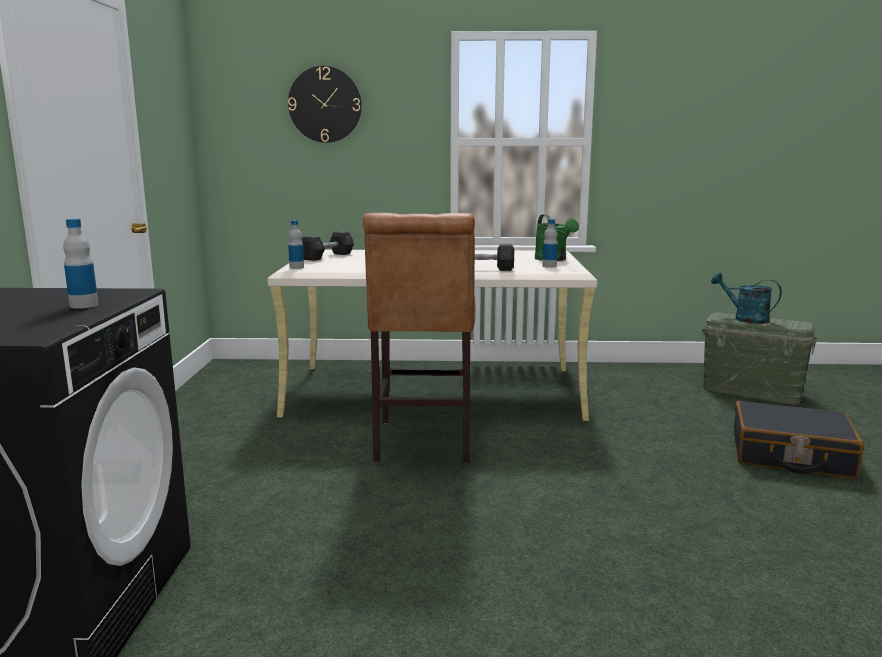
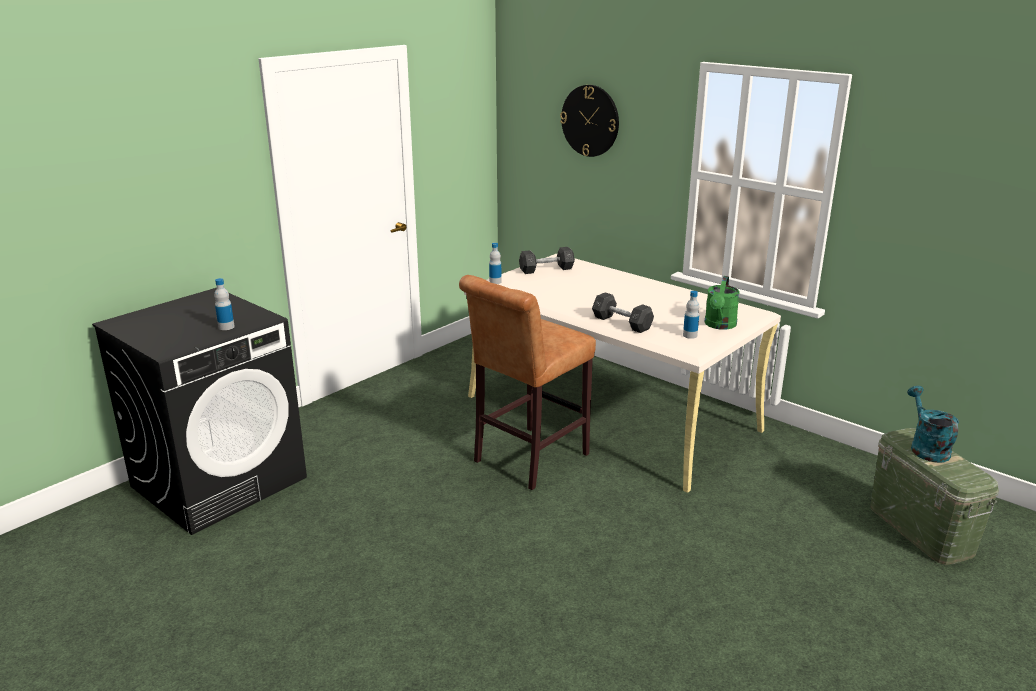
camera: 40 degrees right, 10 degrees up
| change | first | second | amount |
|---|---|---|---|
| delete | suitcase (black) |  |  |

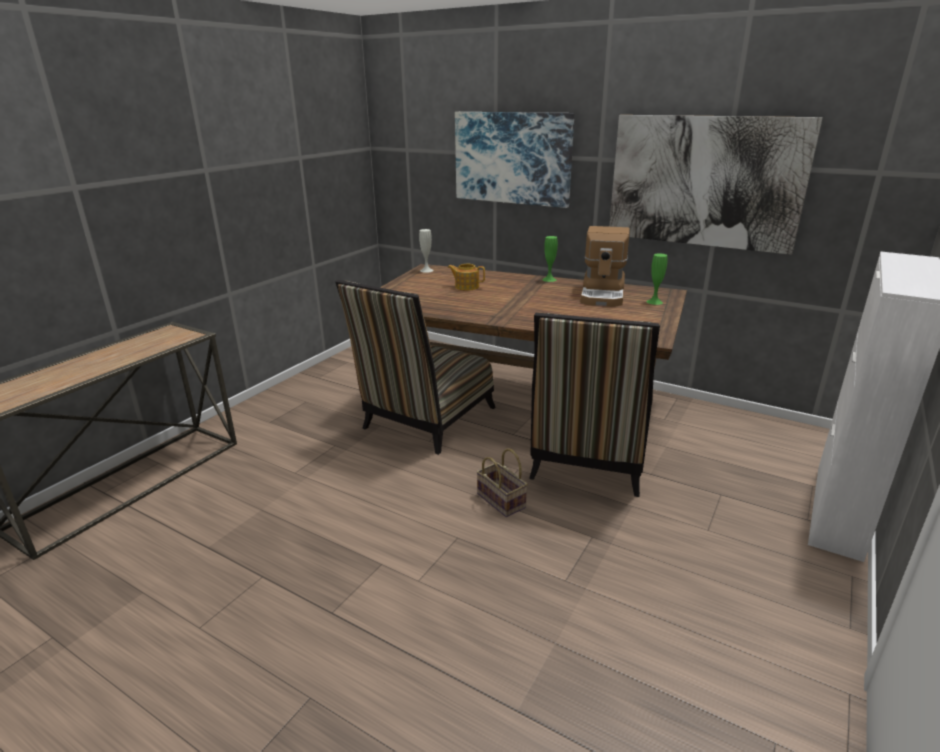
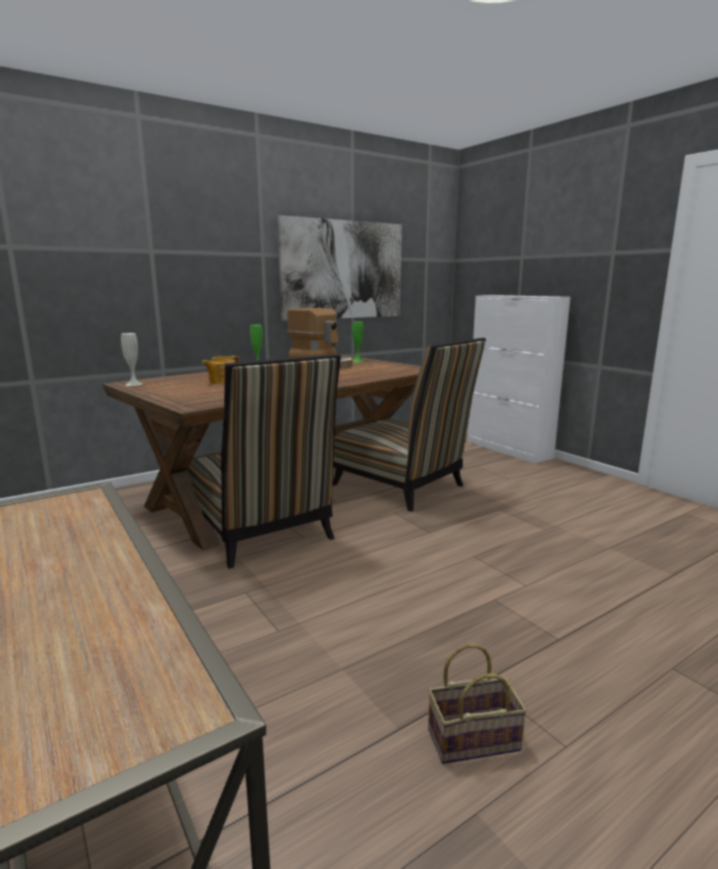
camera: 65 degrees left, 10 degrees down
| change | first | second | amount |
|---|---|---|---|
| delete | picture (1st from left) |  |  |
| move | basket |  |  |

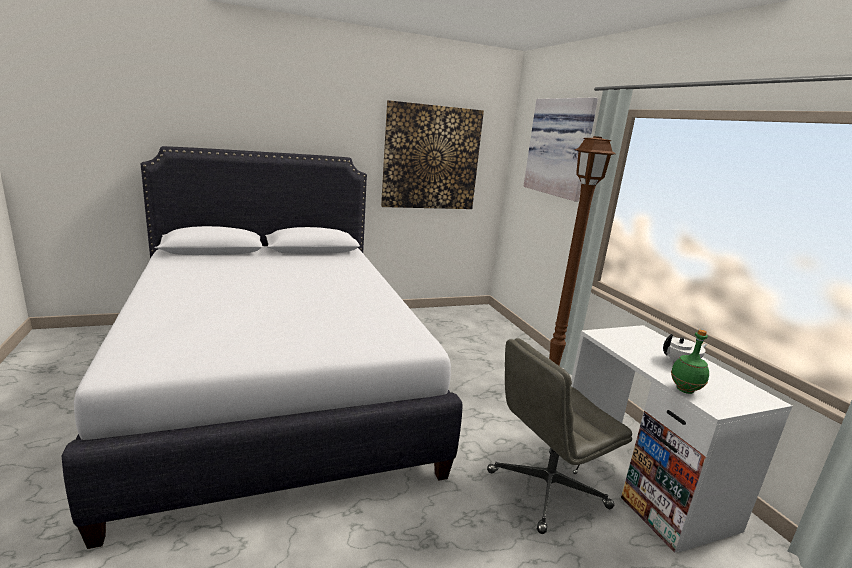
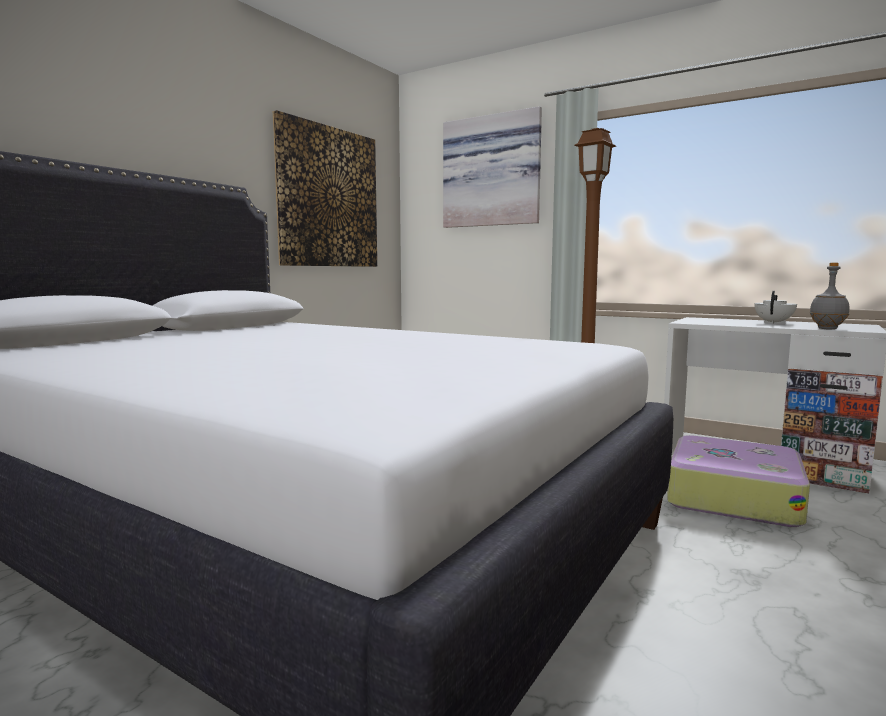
camera: 35 degrees left, 10 degrees down
| change | first | second | amount |
|---|---|---|---|
| recolor | bottle (green) | bottle (grey) |  |
| replace | office chair (grey) | suitcase |  |

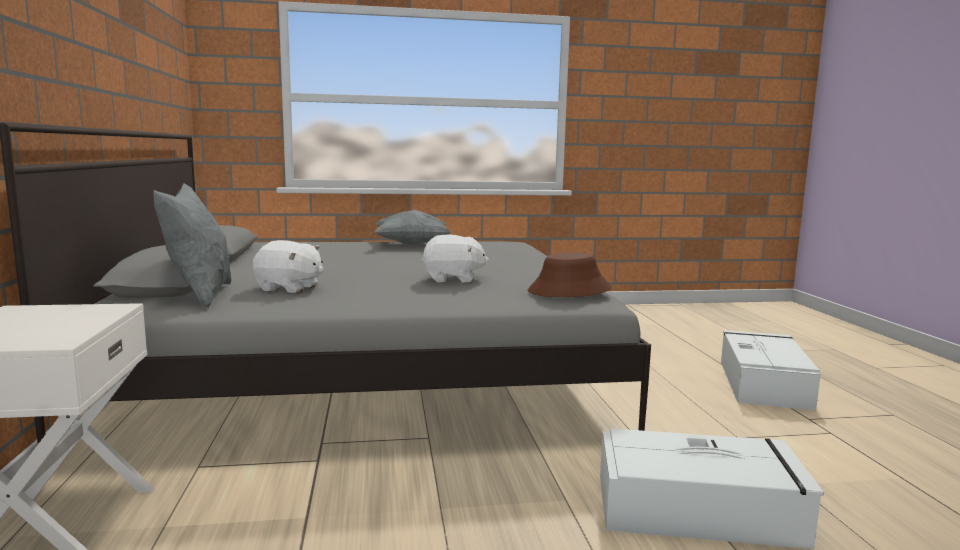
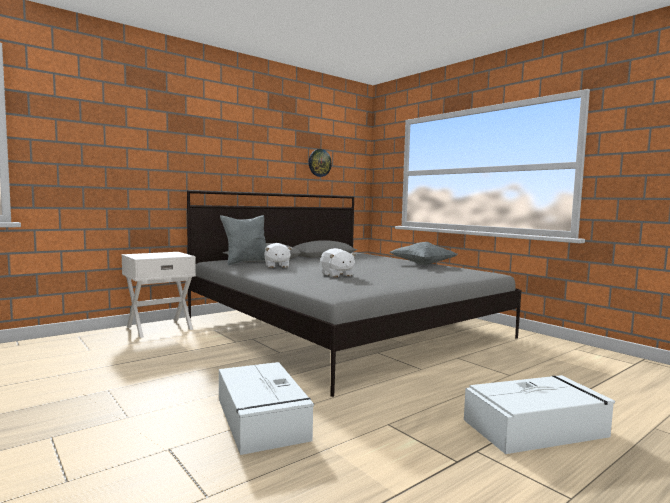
camera: 60 degrees right, 5 degrees down
| change | first | second | amount |
|---|---|---|---|
| delete | hat (brown) |  |  |
| insert |  | wall clock |  |

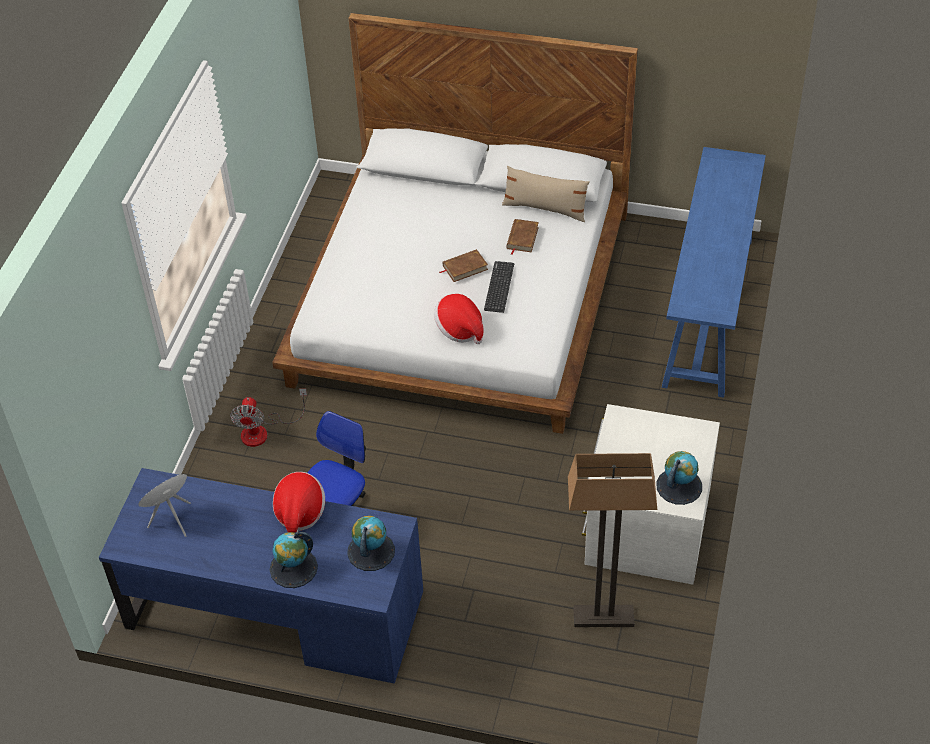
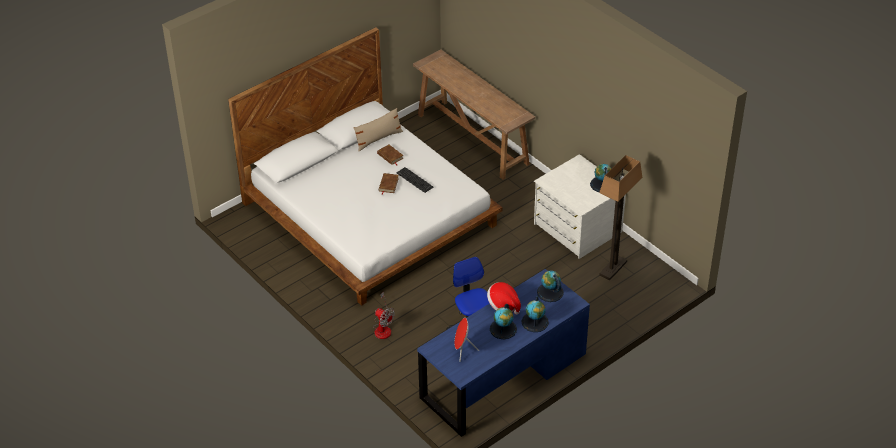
camera: 55 degrees left, 5 degrees down
| change | first | second | amount |
|---|---|---|---|
| recolor | console table (blue) | console table (brown) |  |
| delete | hat (2nd from left) |  |  |
| insert |  | globe (1st from left) |  |

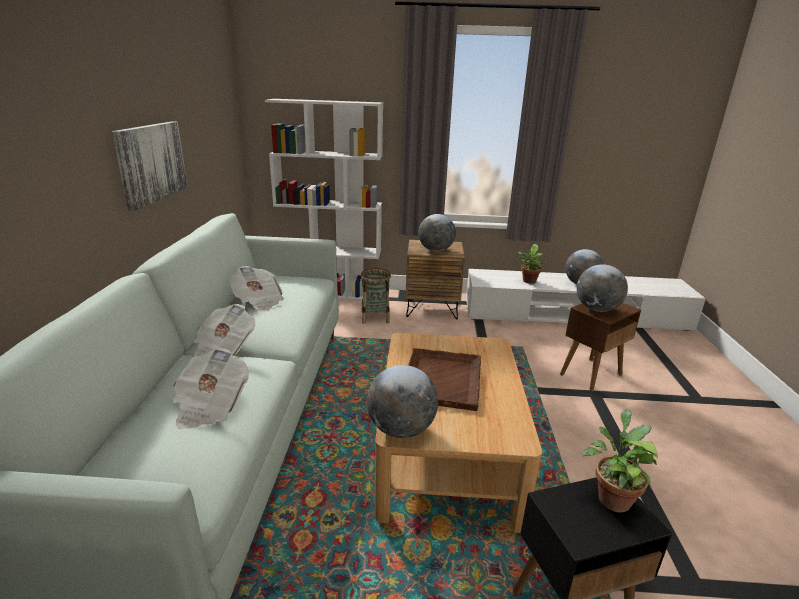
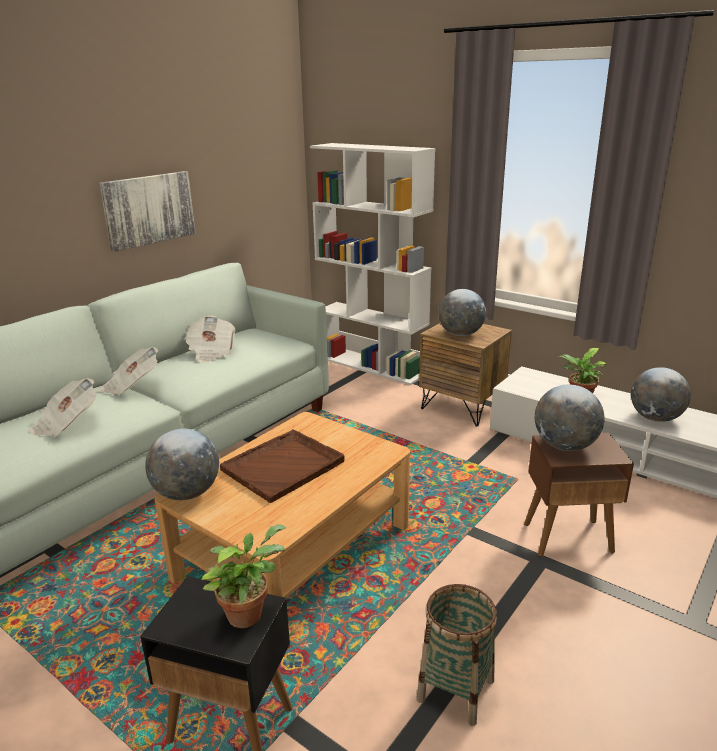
camera: 35 degrees right, 0 degrees up
| change | first | second | amount |
|---|---|---|---|
| move | basket |  |  |

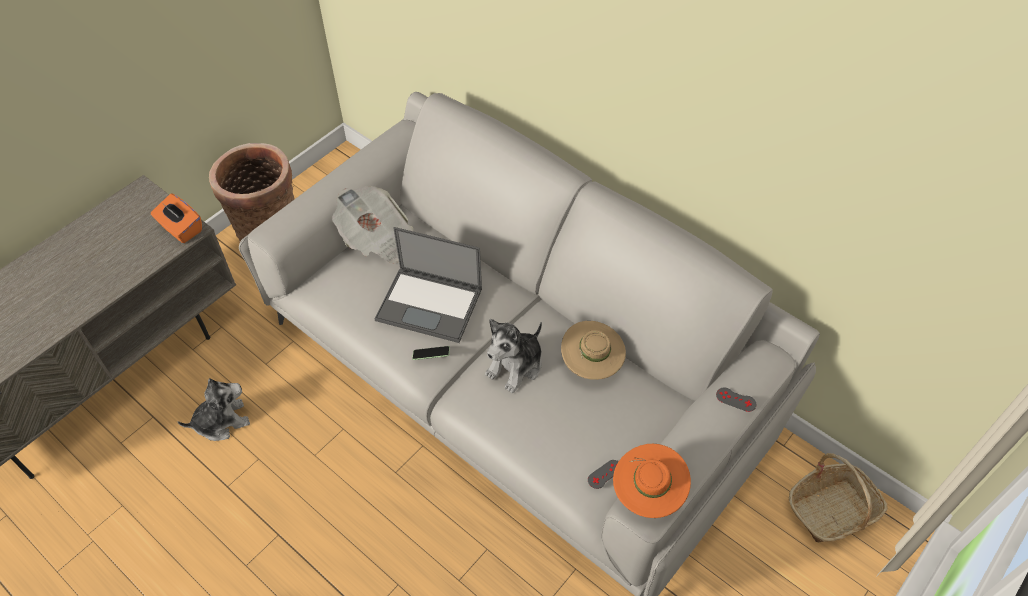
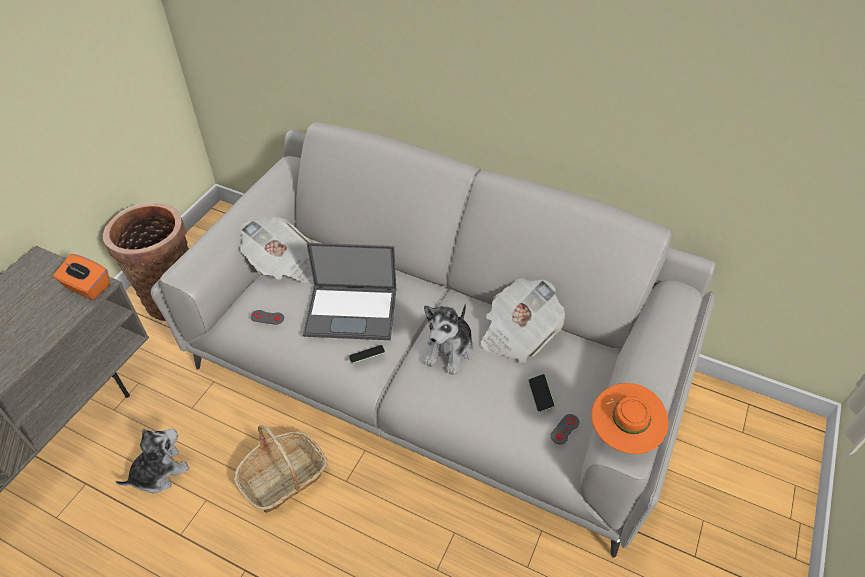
camera: 15 degrees left, 5 degrees down
| change | first | second | amount |
|---|---|---|---|
| replace | hat (beige) | newspaper (2nd from left) |  |
| move | game controller (grey) (2nd from left in the first image) | game controller (grey) (1st from left) |  |
| move | basket (2nd from left) |  |  |
| insert |  | phone (2nd from left) |  |

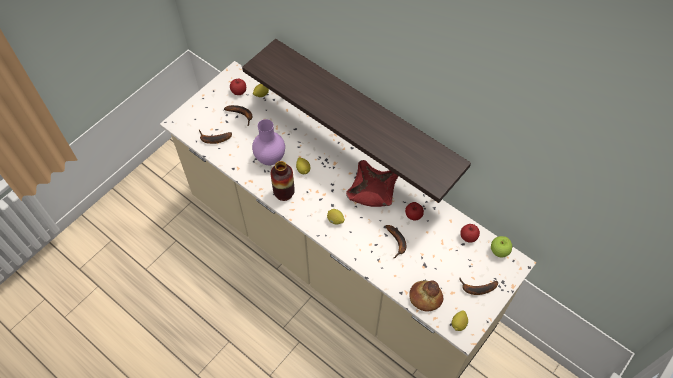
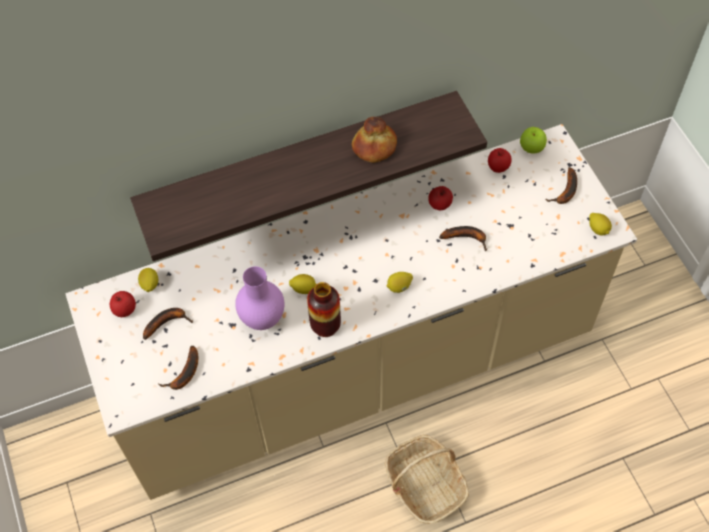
camera: 60 degrees left, 0 degrees up
| change | first | second | amount |
|---|---|---|---|
| delete | bowl (red) |  |  |
| move | bread |  |  |
| insert |  | basket |  |

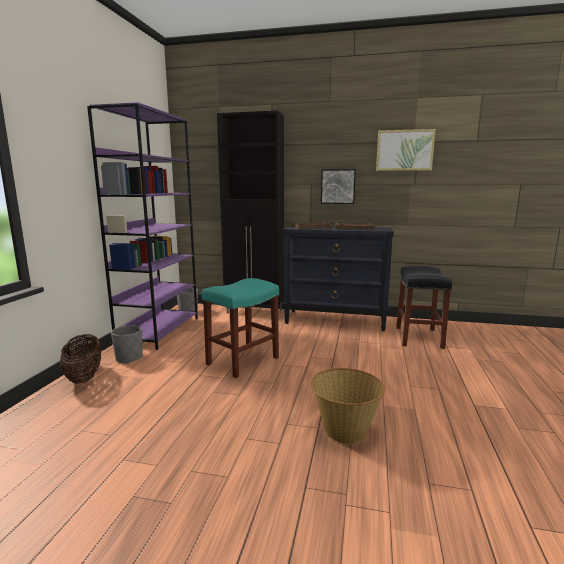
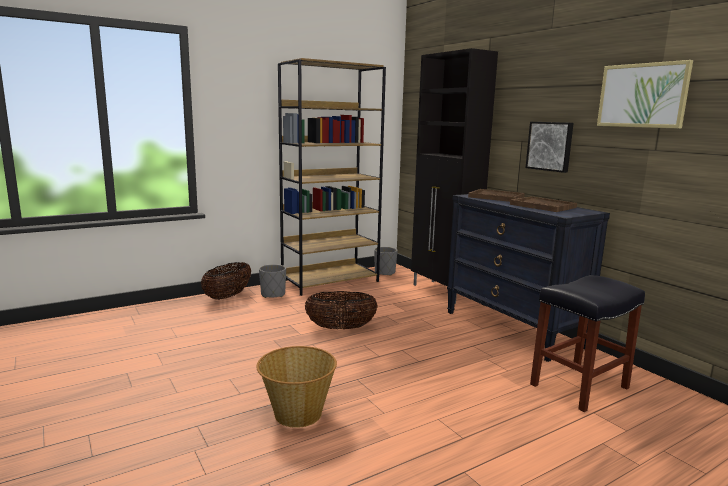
camera: 45 degrees right, 0 degrees up
| change | first | second | amount |
|---|---|---|---|
| recolor | bookcase (purple) | bookcase (brown) |  |
| replace | stool (turquoise) | basket (3rd from left) |  |

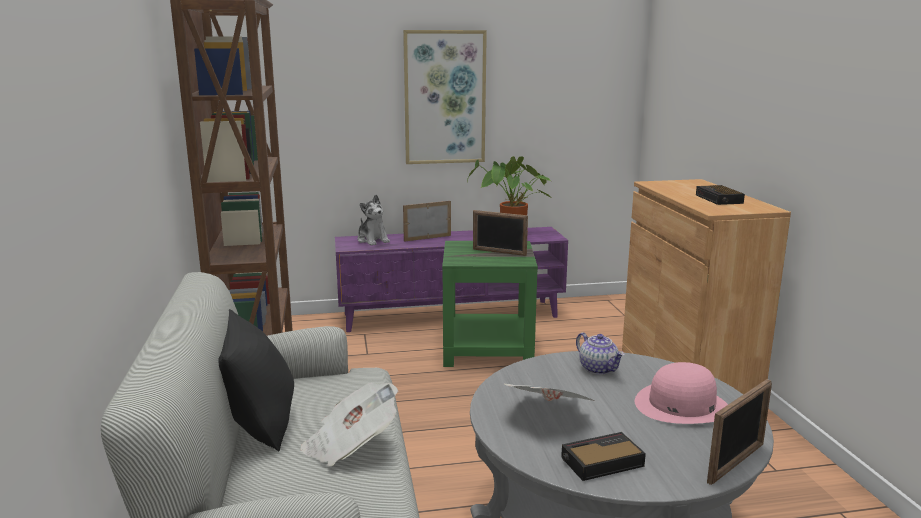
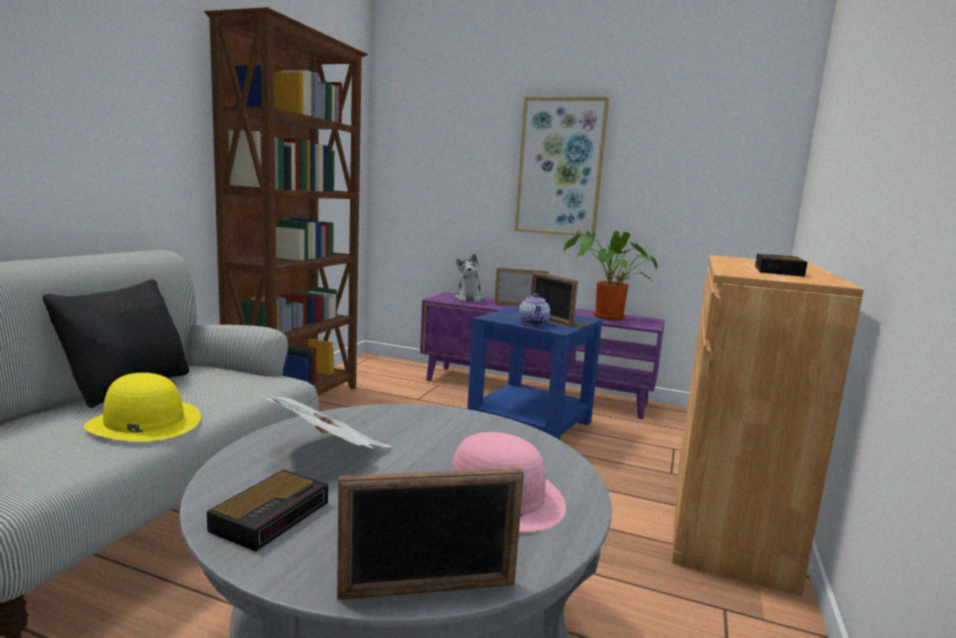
camera: 30 degrees right, 5 degrees down
| change | first | second | amount |
|---|---|---|---|
| recolor | side table (green) | side table (blue) |  |
| move | teapot |  |  |
| replace | newspaper (1st from left) | hat (yellow) |  |
| rotate | alarm clock (1st from left) |  | 105 degrees clockwise |

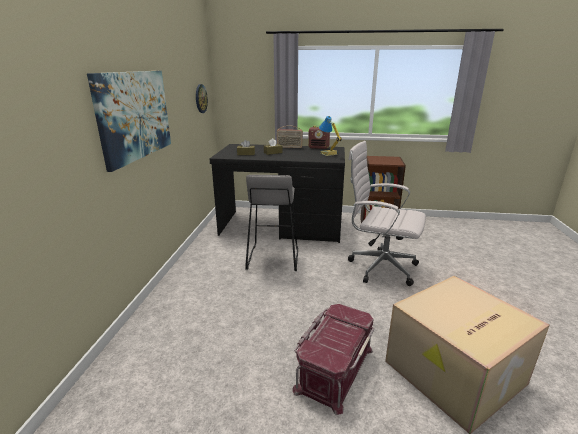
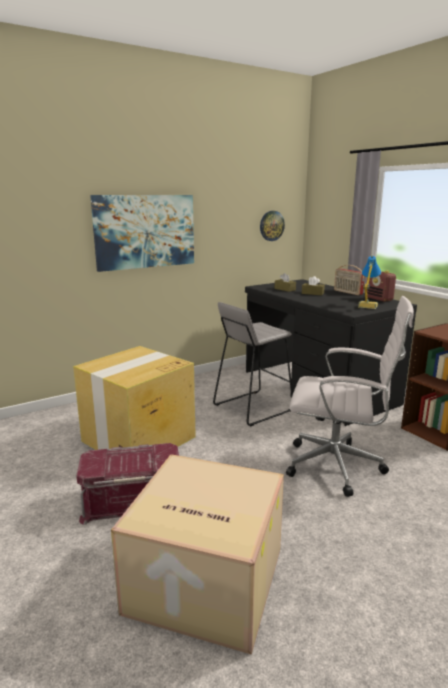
camera: 50 degrees right, 5 degrees down
| change | first | second | amount |
|---|---|---|---|
| rotate | office chair (white) |  | 120 degrees clockwise |
| insert |  | cardboard box (1st from left) |  |

